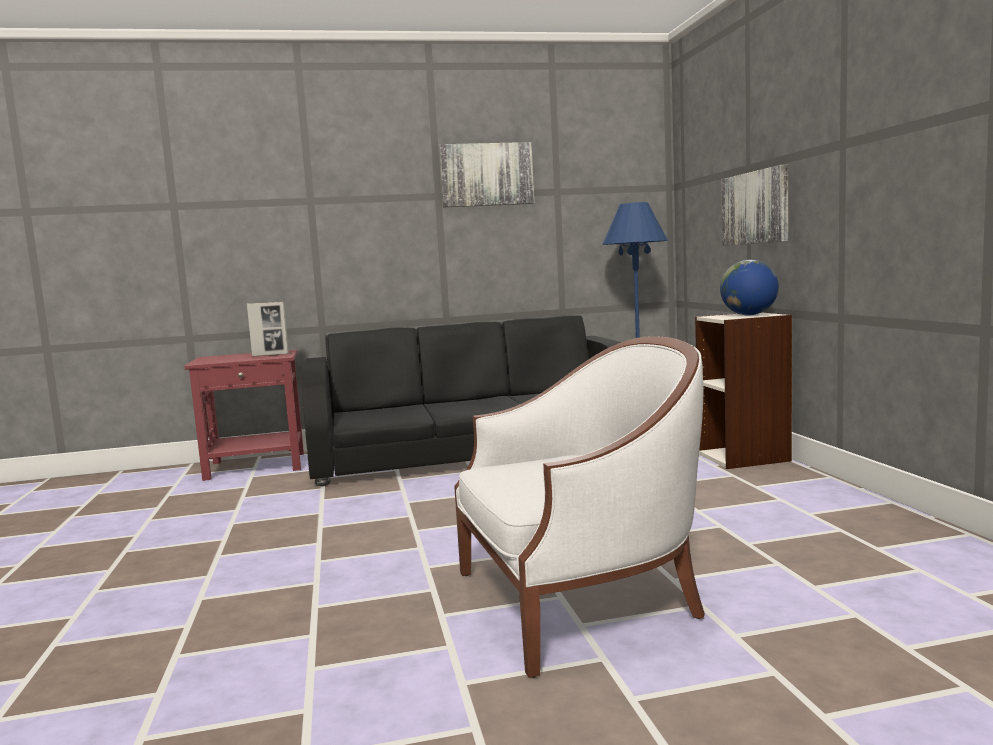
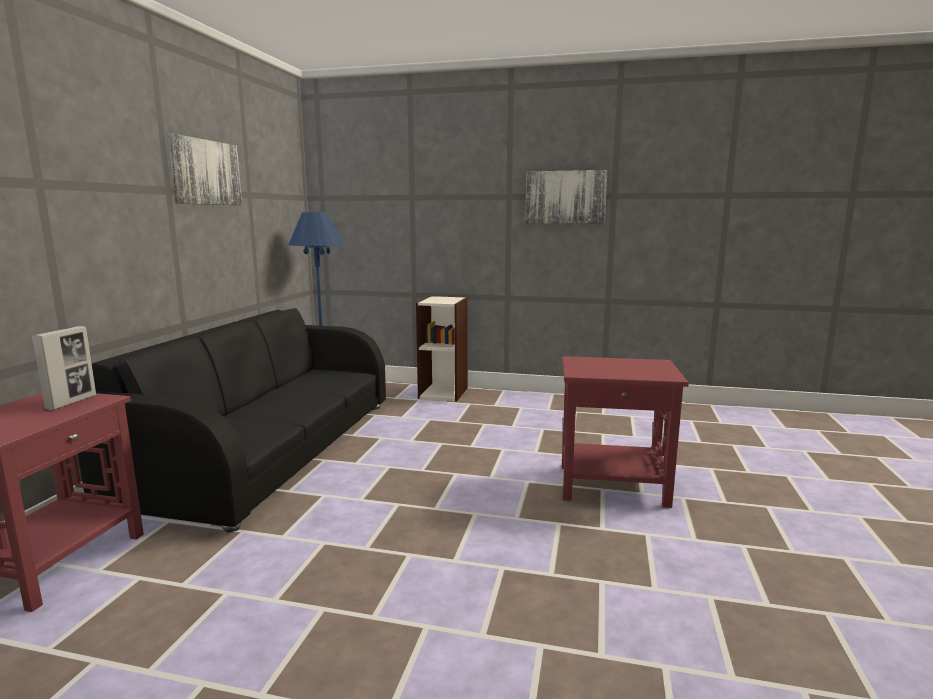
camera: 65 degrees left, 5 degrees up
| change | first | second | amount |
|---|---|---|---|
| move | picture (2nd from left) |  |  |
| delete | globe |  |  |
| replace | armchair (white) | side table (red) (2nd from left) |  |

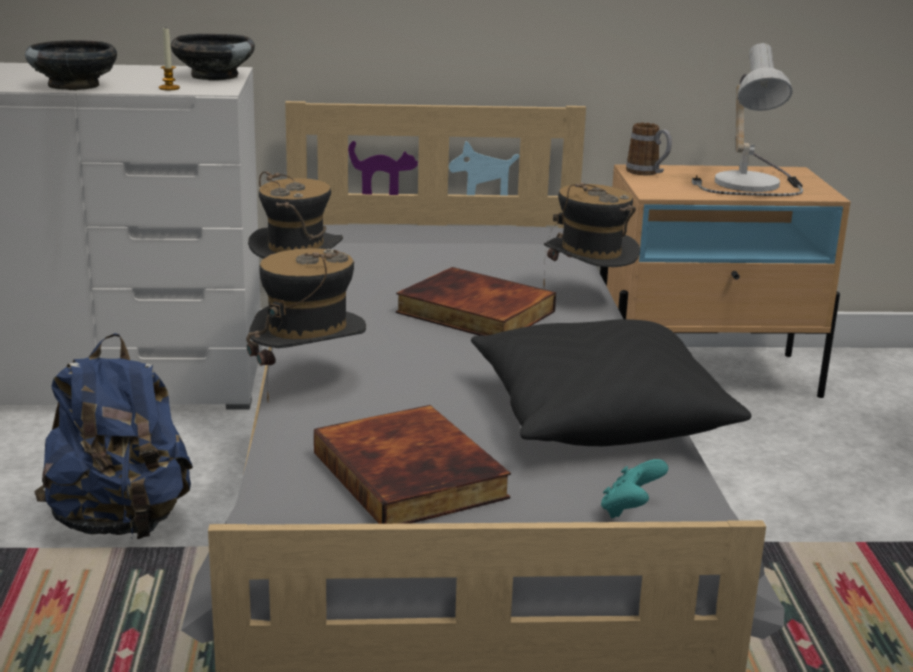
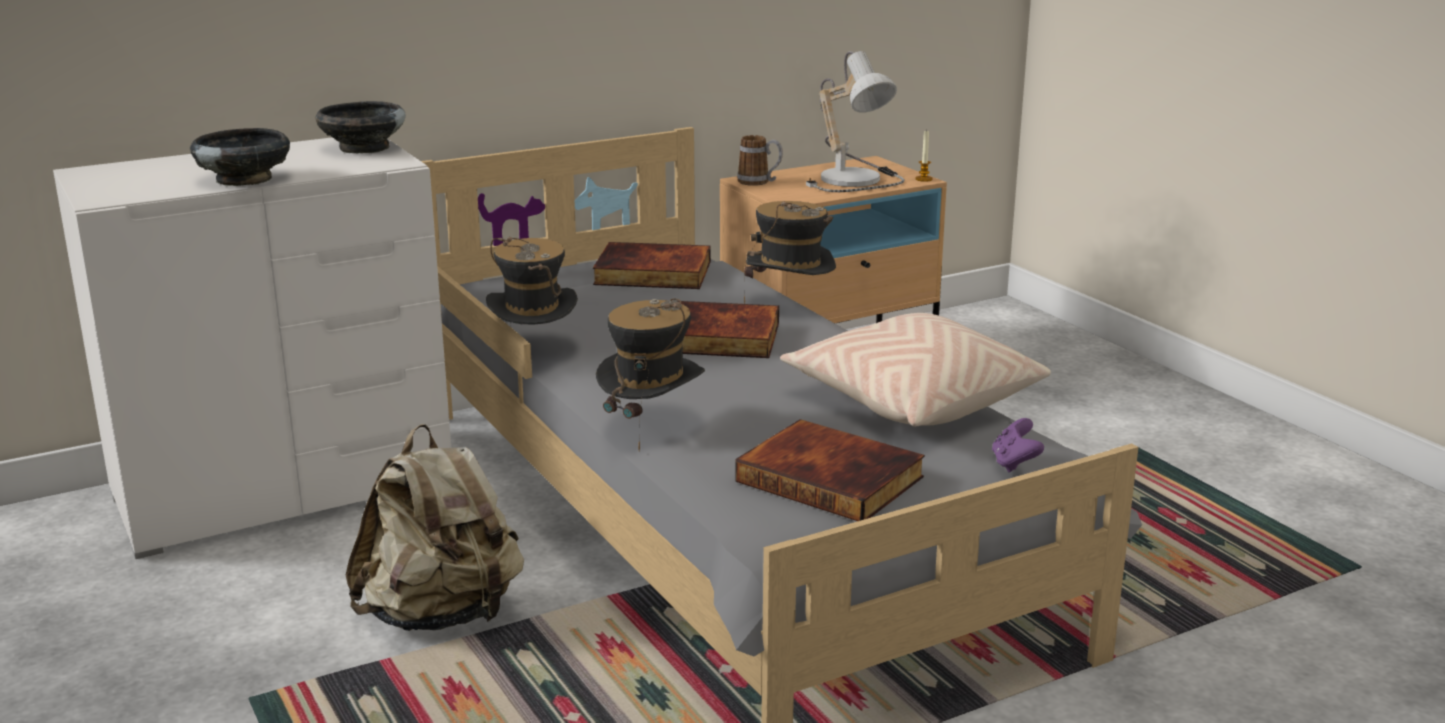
camera: 25 degrees left, 0 degrees up
| change | first | second | amount |
|---|---|---|---|
| move | candle |  |  |
| recolor | pillow (black) | pillow (beige) |  |
| recolor | backpack (blue) | backpack (beige) |  |
| recolor | game controller (turquoise) | game controller (purple) |  |
| insert |  | book (1st from left) |  |

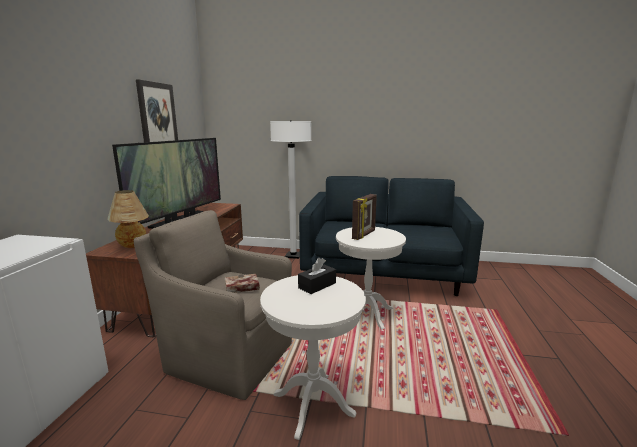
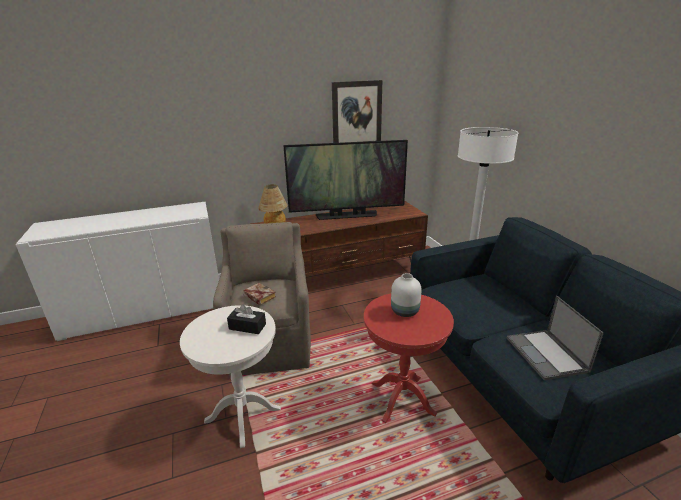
camera: 60 degrees right, 10 degrees up
| change | first | second | amount |
|---|---|---|---|
| replace | picture frame | vase (white) |  |
| recolor | side table (white) (2nd from left) | side table (red) |  |
| insert |  | laptop |  |

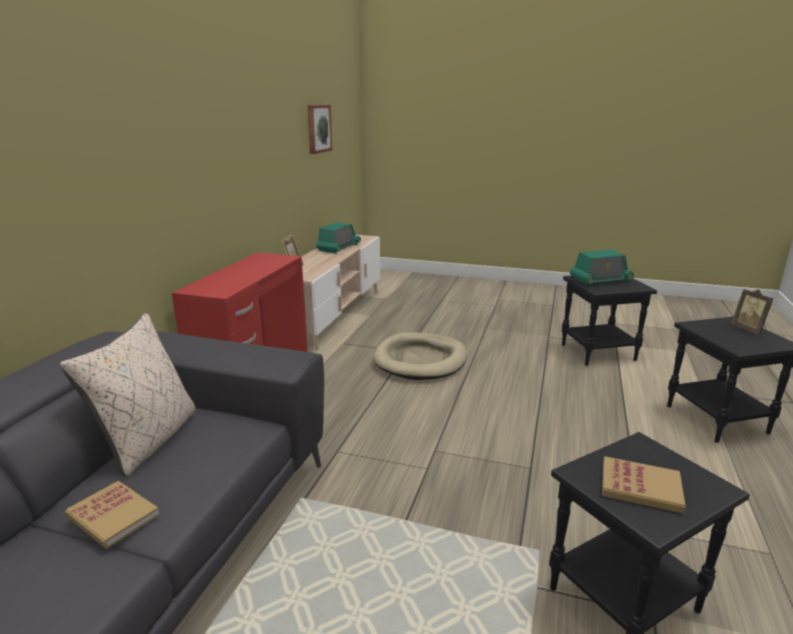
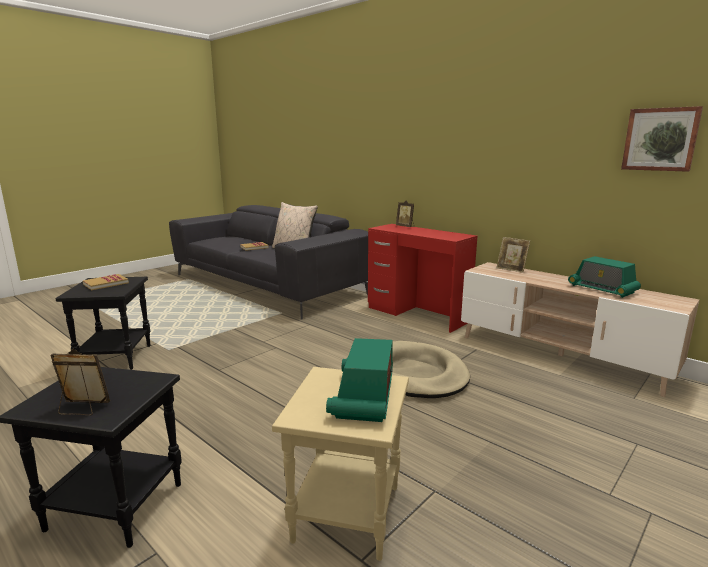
camera: 115 degrees right, 5 degrees down
| change | first | second | amount |
|---|---|---|---|
| recolor | side table (black) (1st from left) | side table (beige) |  |
| insert |  | picture frame (2nd from left) |  |

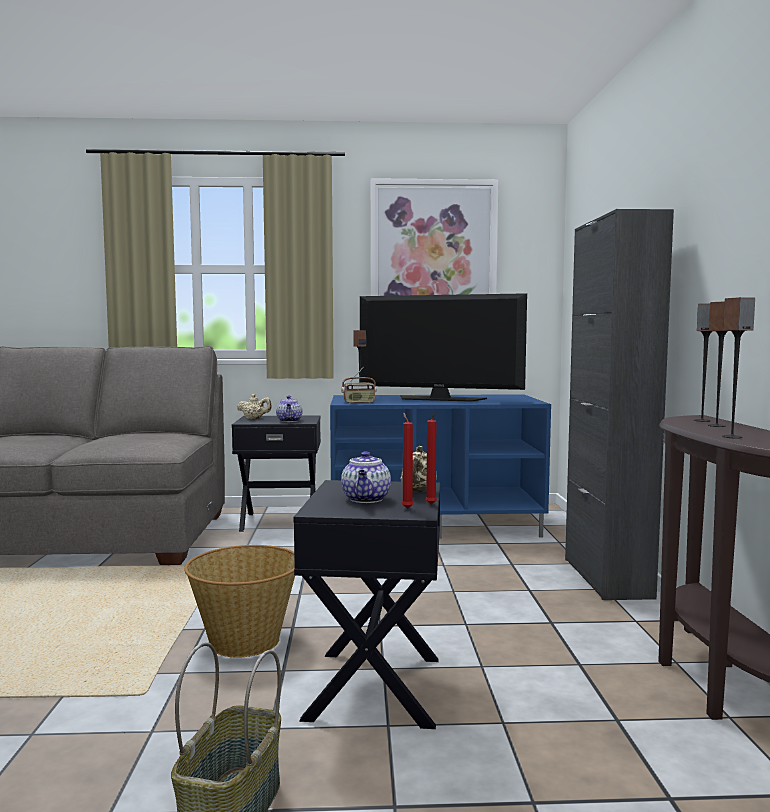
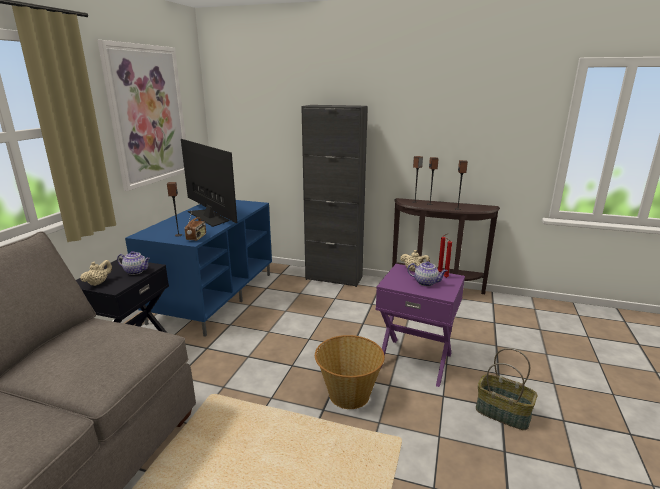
camera: 70 degrees left, 15 degrees up
| change | first | second | amount |
|---|---|---|---|
| rotate | television |  | 75 degrees counterclockwise |
| recolor | side table (black) (2nd from left) | side table (purple) |  |

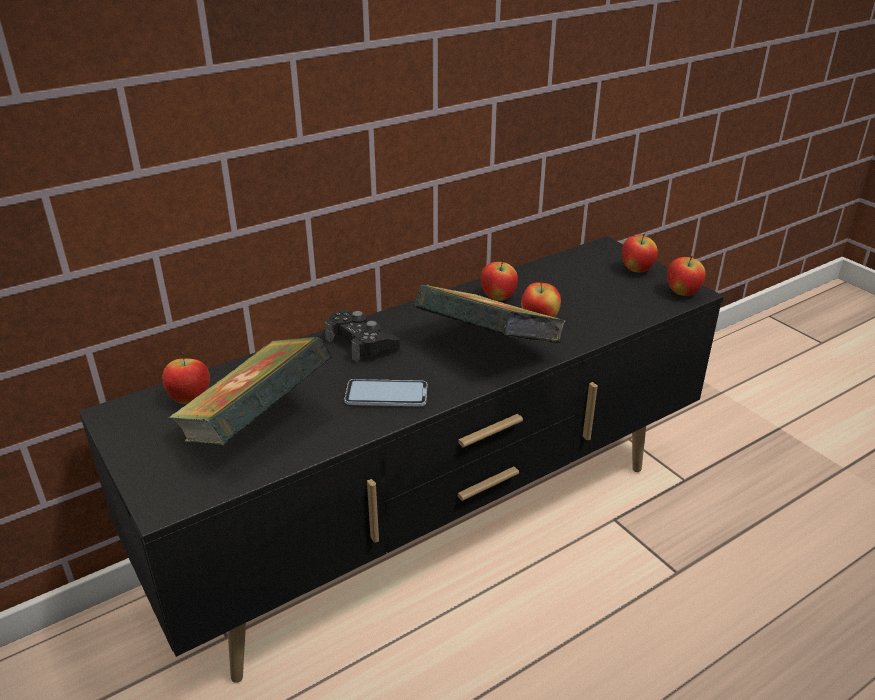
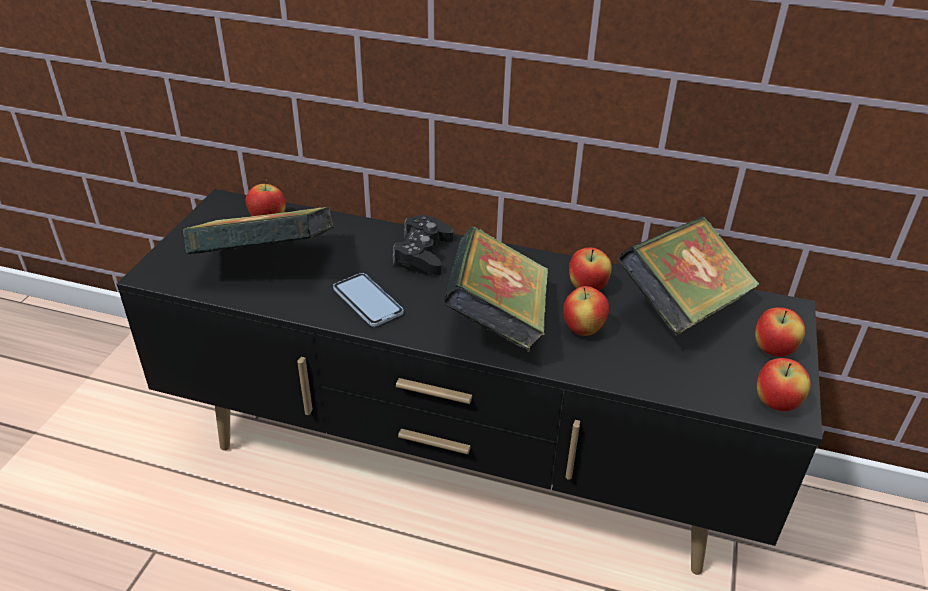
camera: 50 degrees right, 5 degrees up
| change | first | second | amount |
|---|---|---|---|
| insert |  | book (3rd from left) |  |

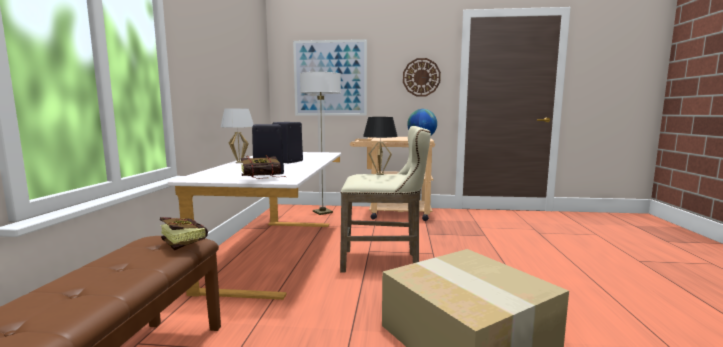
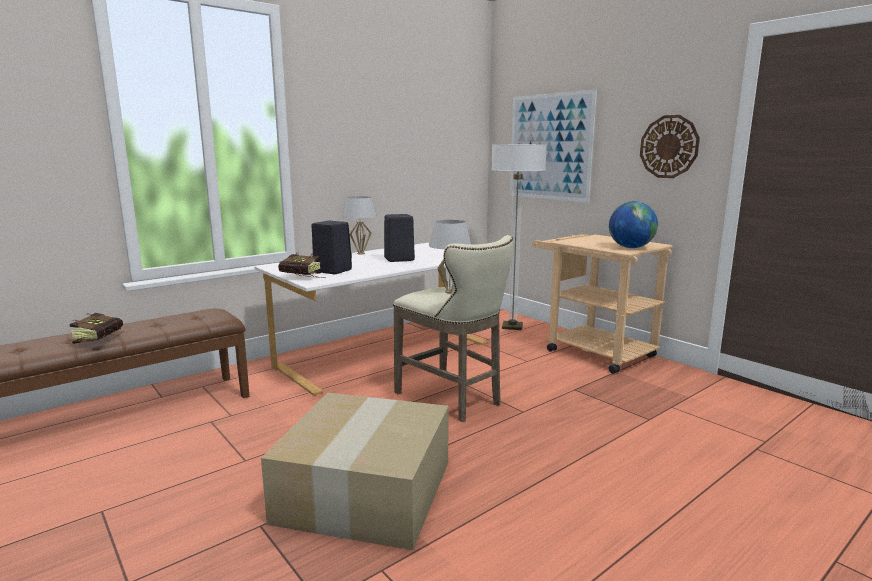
camera: 45 degrees right, 5 degrees up
| change | first | second | amount |
|---|---|---|---|
| recolor | table lamp (black) | table lamp (white) (2nd from left) |  |
| move | book (1st from left) |  |  |

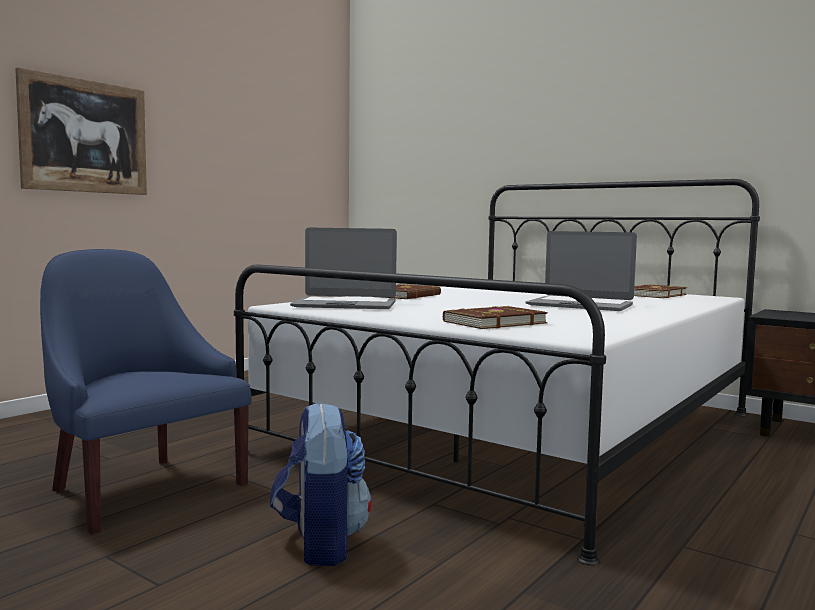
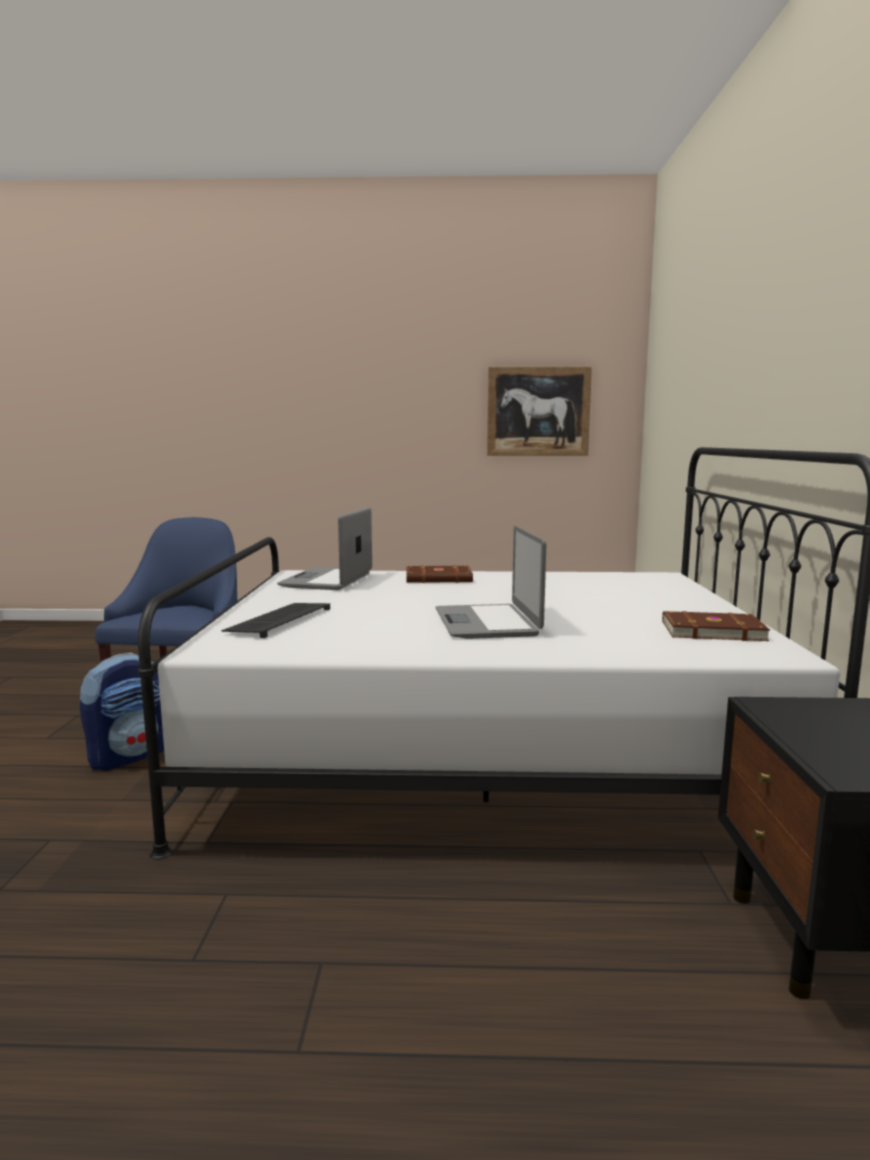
camera: 55 degrees right, 5 degrees up
| change | first | second | amount |
|---|---|---|---|
| move | picture |  |  |
| rotate | laptop (1st from left) |  | 45 degrees clockwise |
| replace | book (brown) (2nd from left) | keyboard |  |

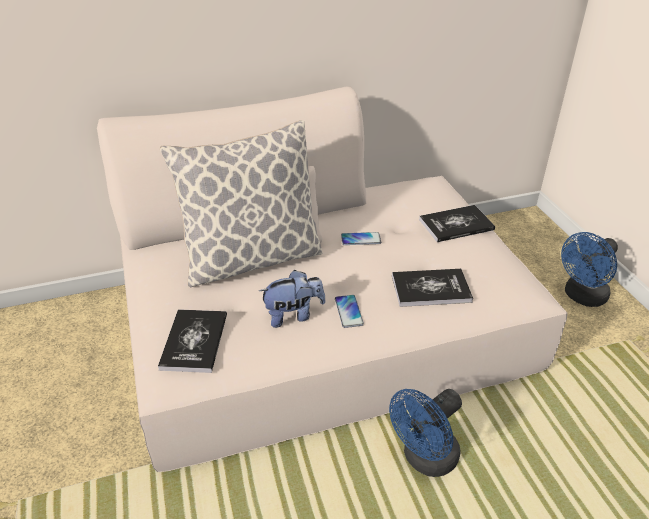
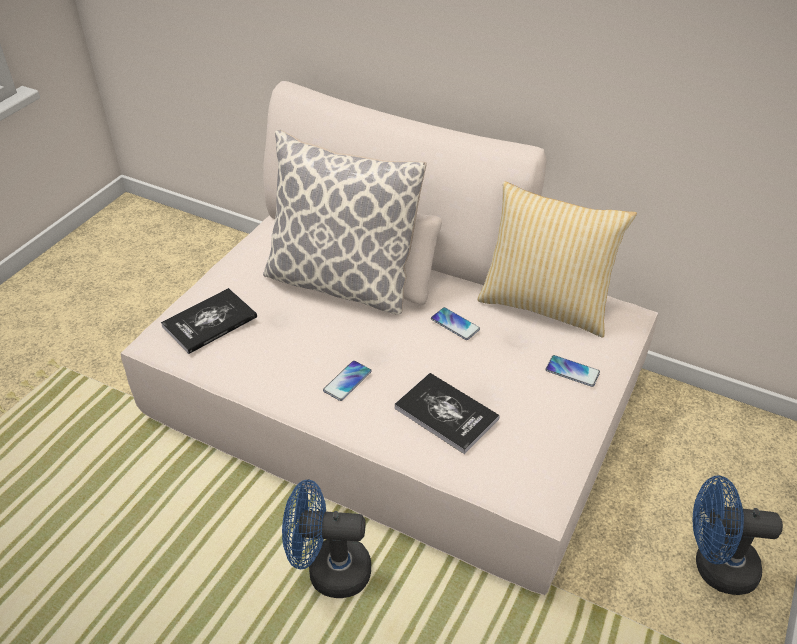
camera: 45 degrees right, 5 degrees up
| change | first | second | amount |
|---|---|---|---|
| replace | book (3rd from left) | phone (3rd from left) |  |
| delete | plush toy |  |  |
| insert |  | pillow (2nd from left) |  |

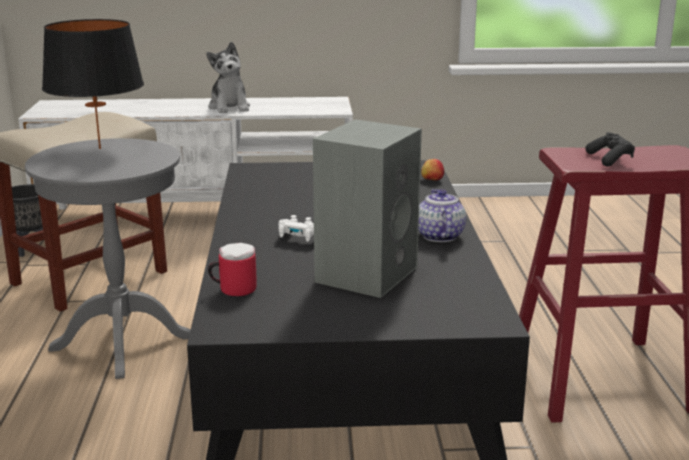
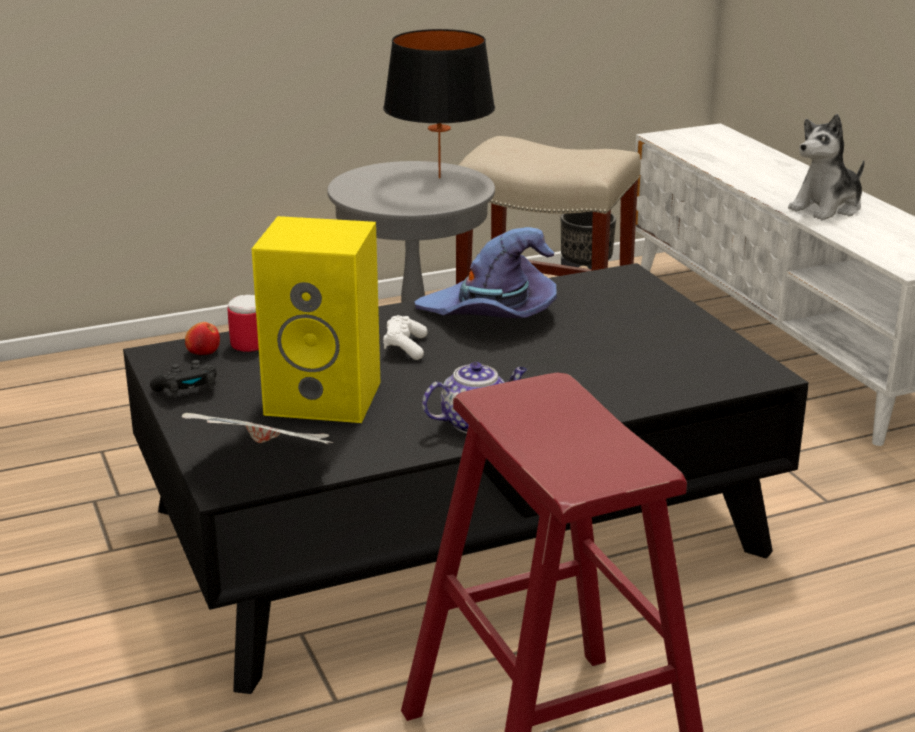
camera: 70 degrees right, 5 degrees up
| change | first | second | amount |
|---|---|---|---|
| recolor | speaker (grey) | speaker (yellow) |  |
| move | game controller (black) |  |  |
| move | apple |  |  |
| insert |  | hat (purple) |  |
| insert |  | newspaper |  |

